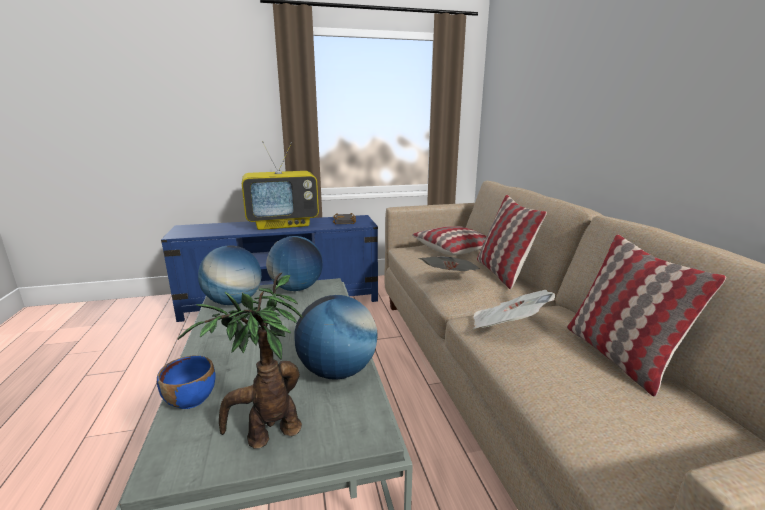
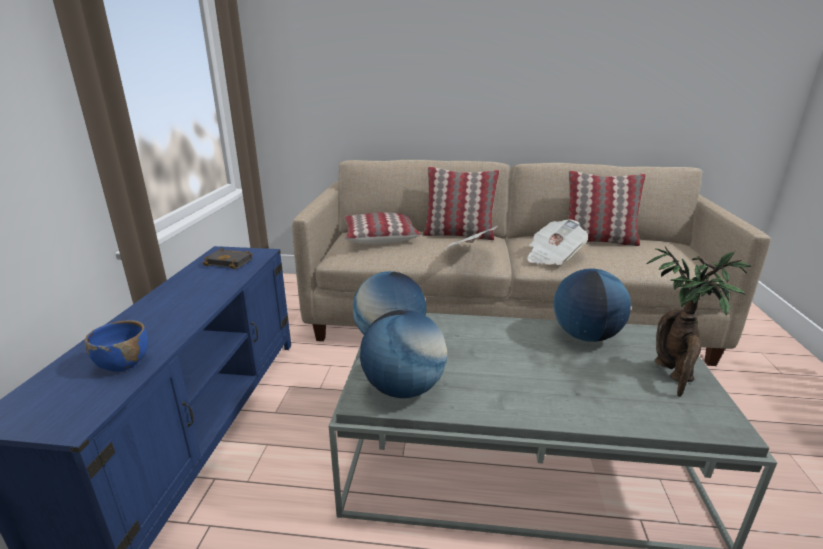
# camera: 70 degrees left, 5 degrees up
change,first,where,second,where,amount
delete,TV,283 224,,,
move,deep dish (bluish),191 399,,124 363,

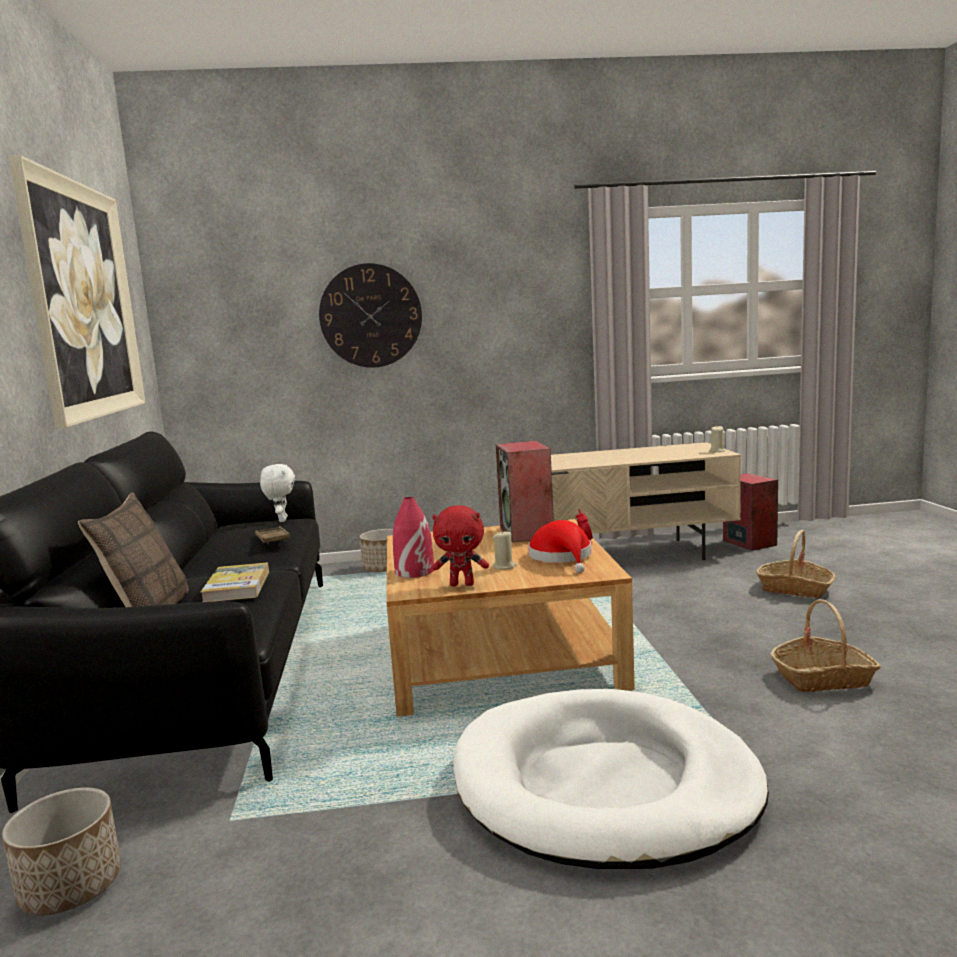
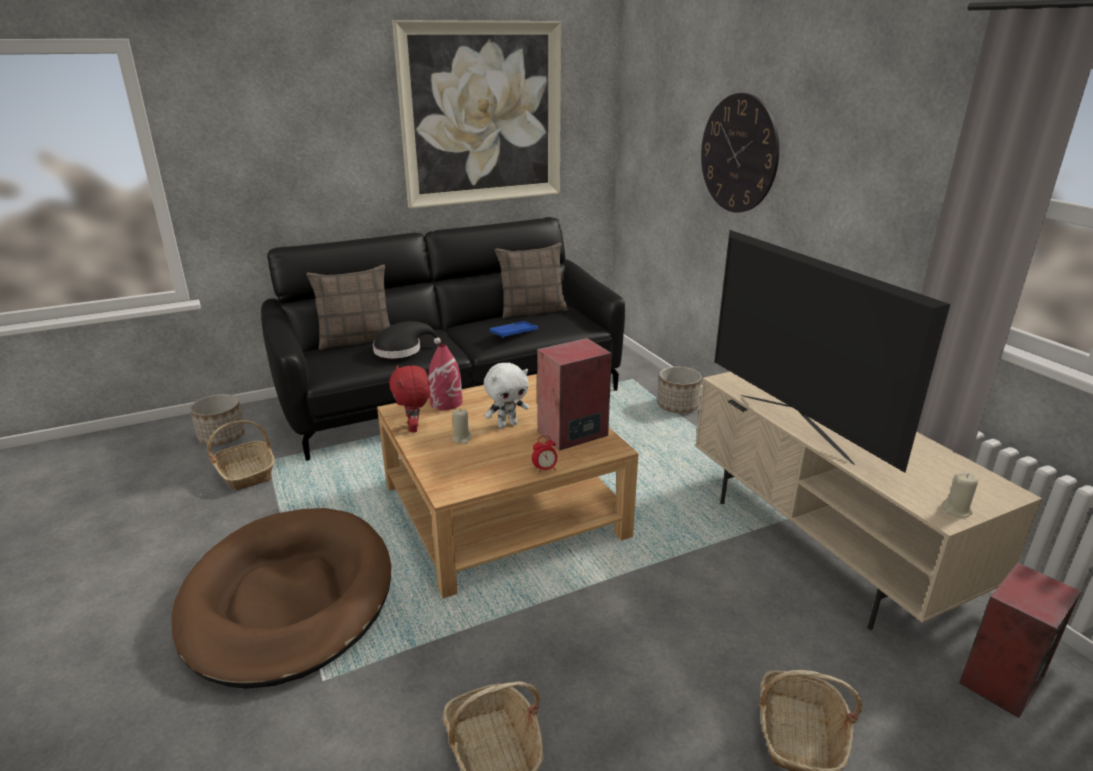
# camera: 70 degrees right, 15 degrees up
change,first,where,second,where,amount
move,plush toy (white),281 520,,507 424,
delete,clothing hat (red-coloured),562 557,,,
recolor,tray (brown-coloured),272 539,tray (bluish),513 332,
replace,bound book,237 586,clothing hat (black-coloured),401 350,
recolor,dog cushion (white),604 785,dog cushion (brown-coloured),288 599,
insert,,,TV,794 426,
insert,,,pillow,532 311,
insert,,,storage basket,246 473,

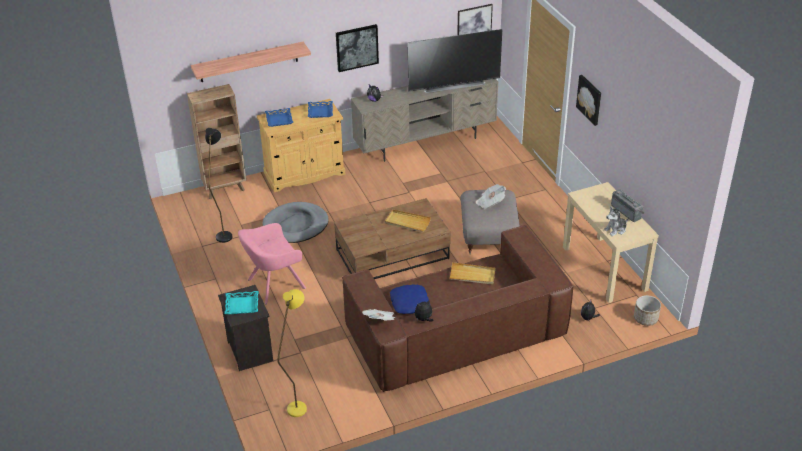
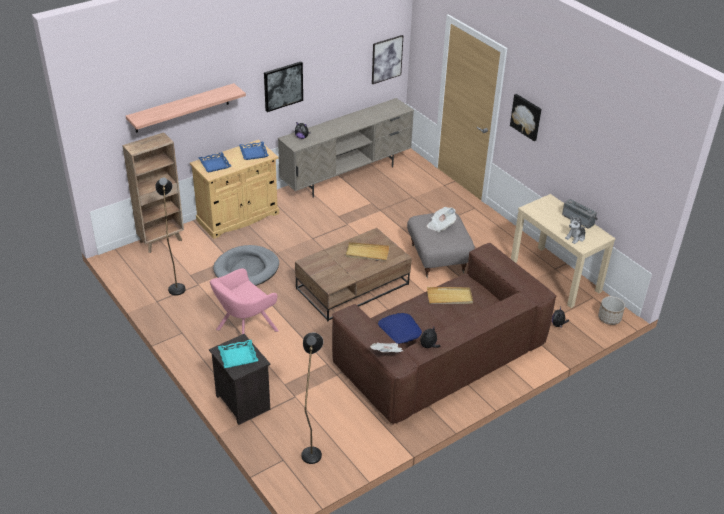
# camera: 15 degrees left, 0 degrees up
change,first,where,second,where,amount
delete,TV,453 84,,,
recolor,standard lamp (yellowish),299 404,standard lamp (black-coloured),312 449,

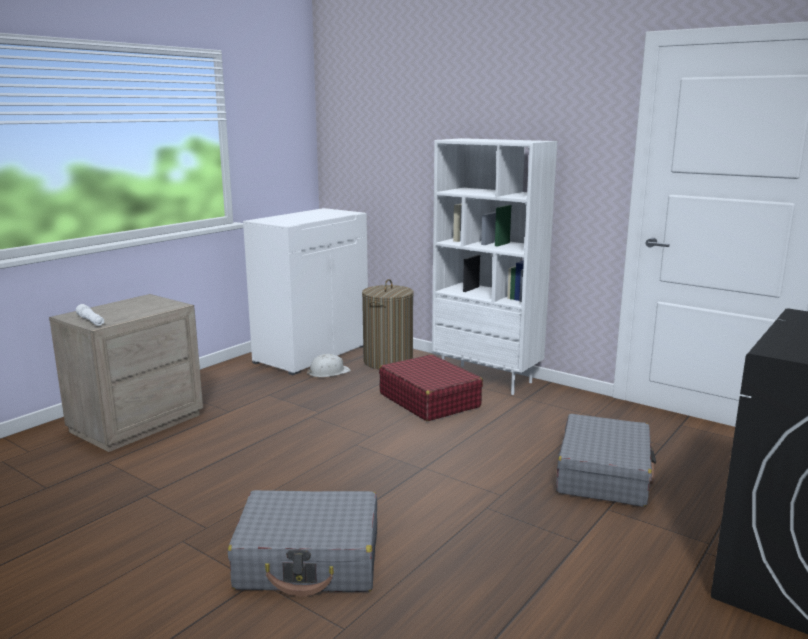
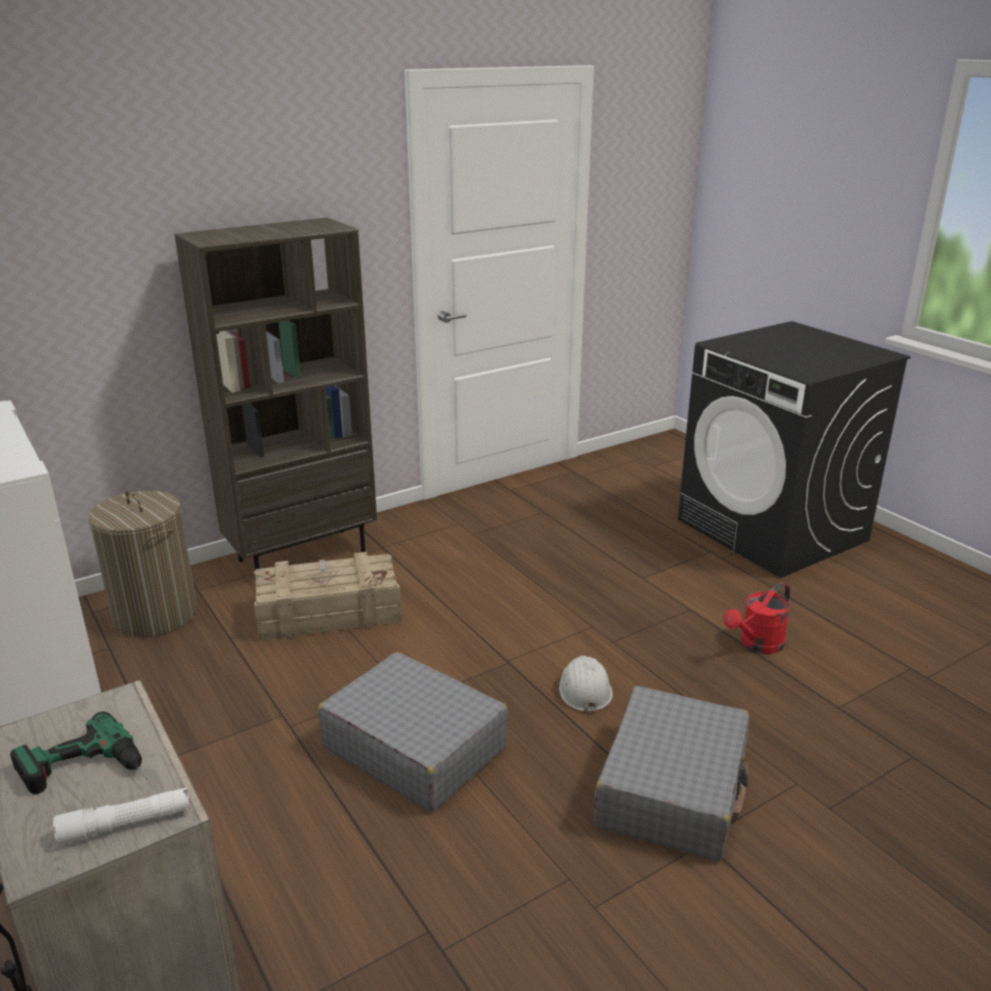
# camera: 70 degrees left, 10 degrees up
change,first,where,second,where,amount
recolor,bookshelf (white),487 379,bookshelf (brown-coloured),303 555,
move,safety helmet (white),328 372,,584 689,
replace,travel case (red-coloured),429 400,packing crate,328 613,
move,travel case (greyish),603 474,,414 747,
insert,,,watering pot (red-coloured),757 645,
insert,,,power drill,87 774,

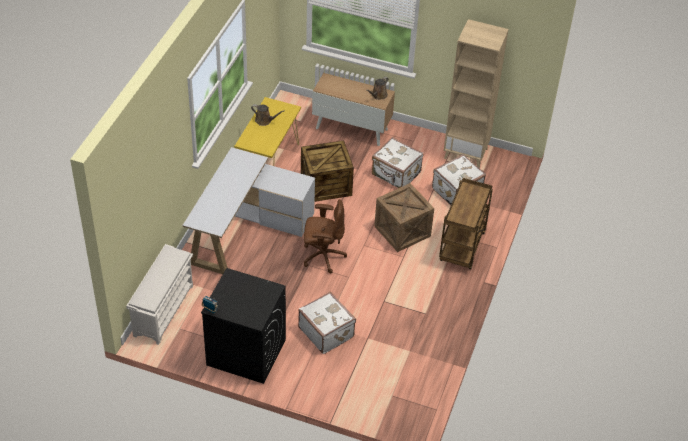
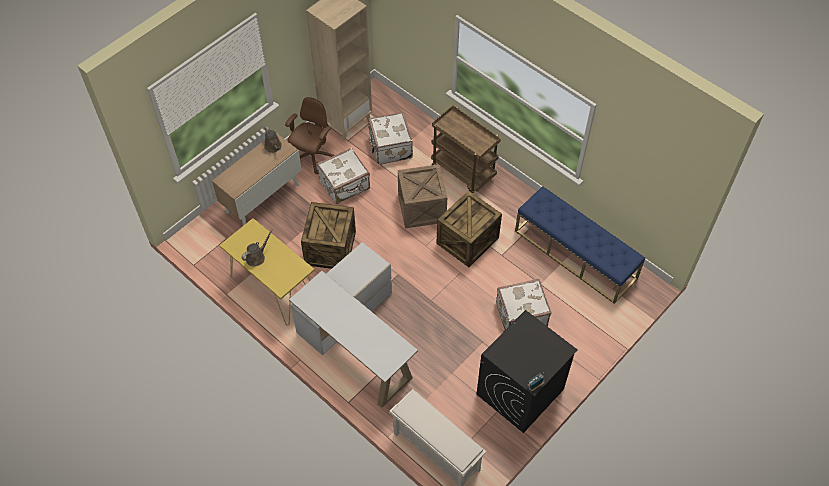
# camera: 65 degrees left, 10 degrees up
change,first,where,second,where,amount
move,office chair (brown-coloured),323 256,,312 157,
insert,,,bench (bluish),575 254,
insert,,,packing crate,468 241,

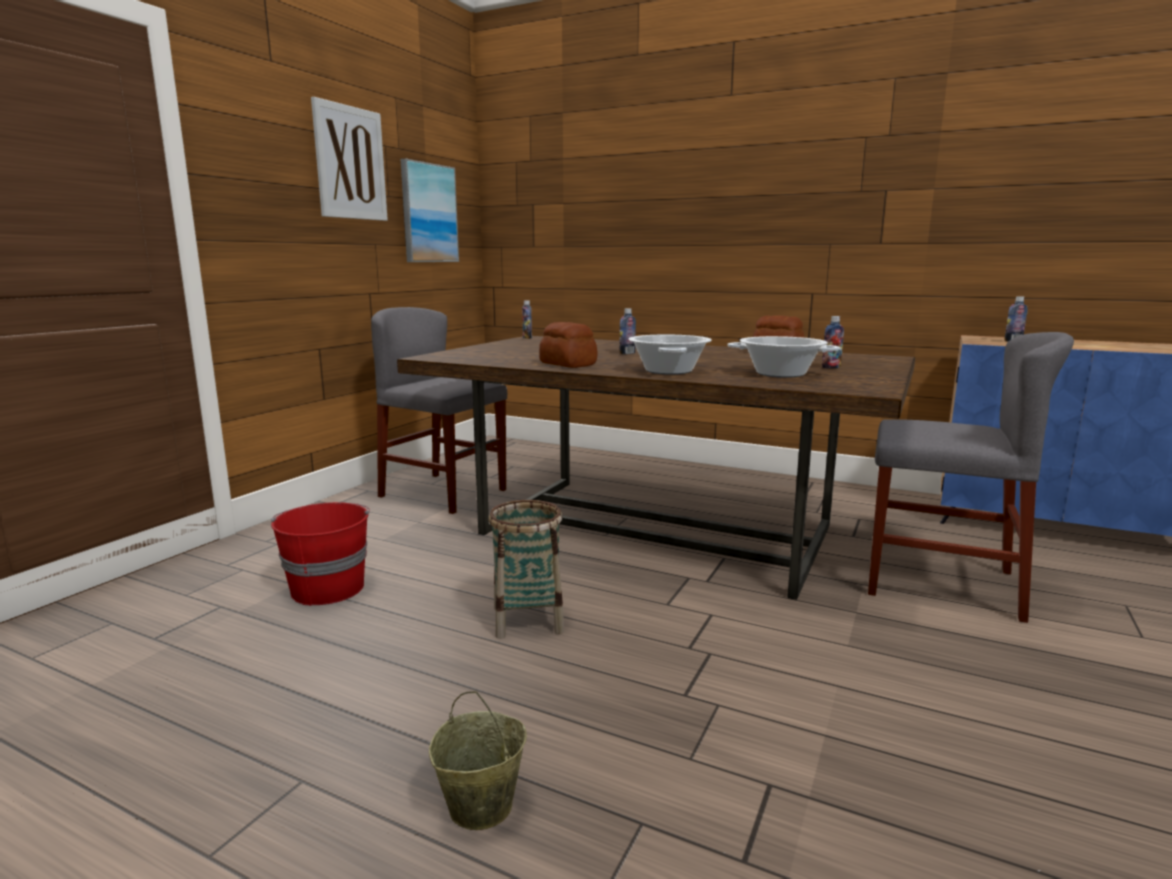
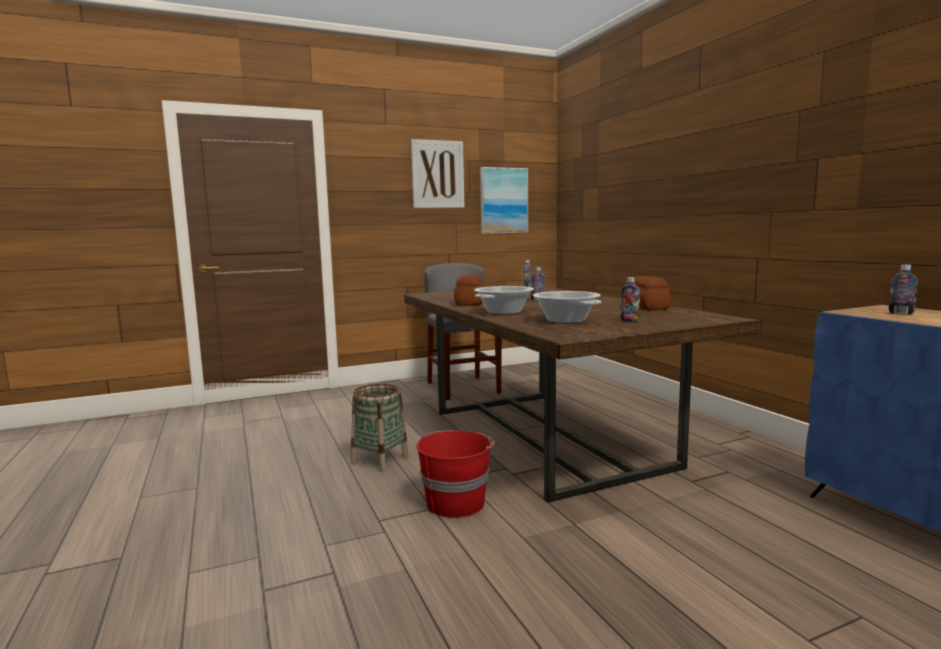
# camera: 40 degrees right, 5 degrees down
change,first,where,second,where,amount
delete,plain chair (greyish),940 583,,,
move,bucket (red-coloured),327 588,,456 502,
delete,bucket (sand-coloured),479 806,,,

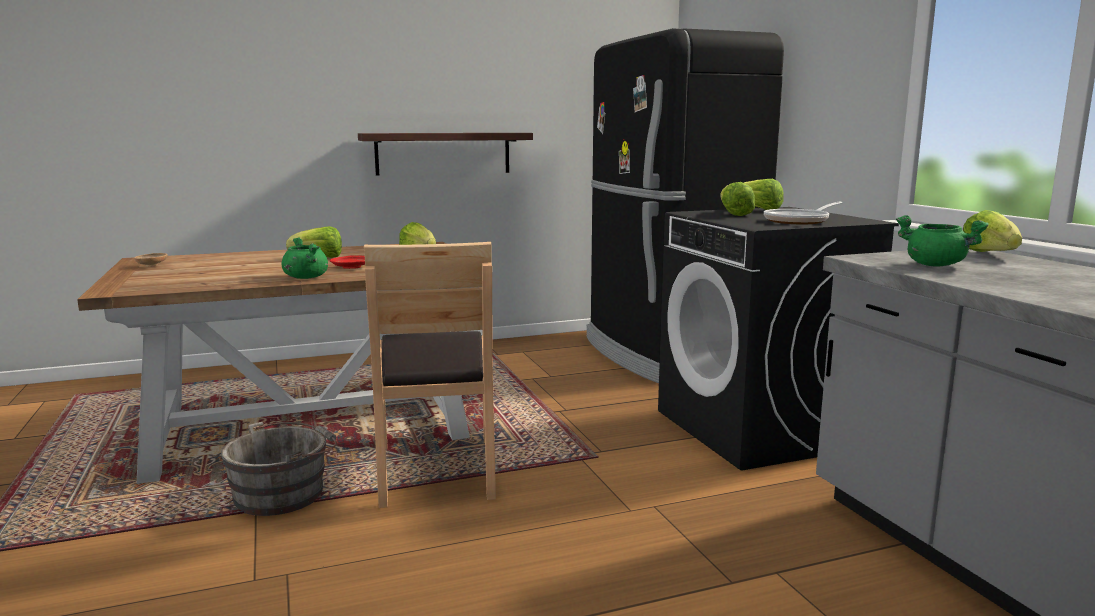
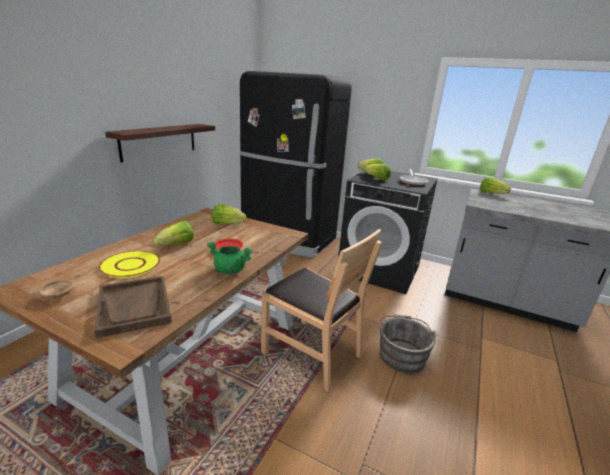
# camera: 45 degrees left, 10 degrees up
change,first,where,second,where,amount
delete,cooking pot (green-coloured),936 265,,,
move,bucket (greyish),284 493,,401 354,
insert,,,flat dish (yellowish),130 265,
insert,,,tray (brown-coloured),134 306,

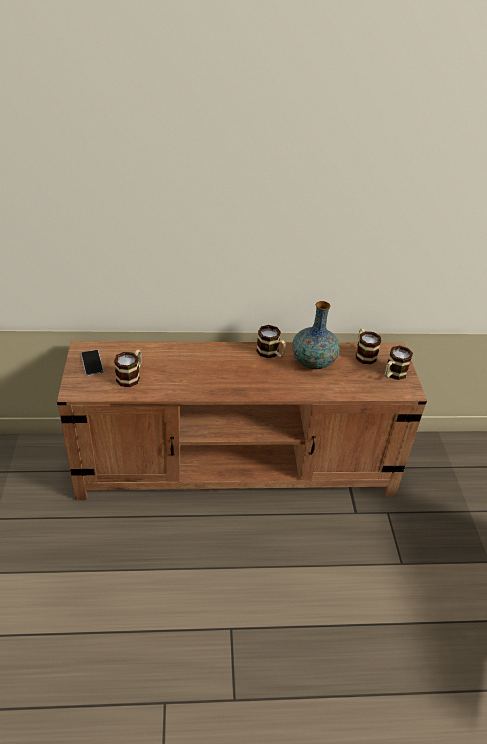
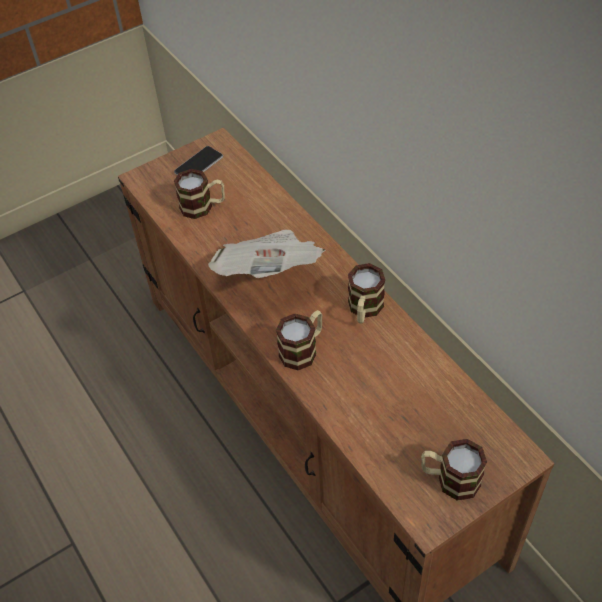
# camera: 65 degrees right, 10 degrees up
change,first,where,second,where,amount
delete,vase,313 362,,,
move,tea mug,363 354,,303 349,
insert,,,daily paper,270 273,

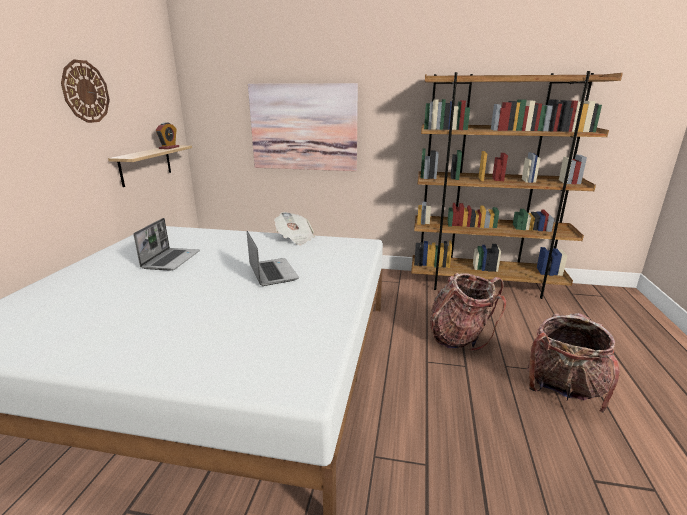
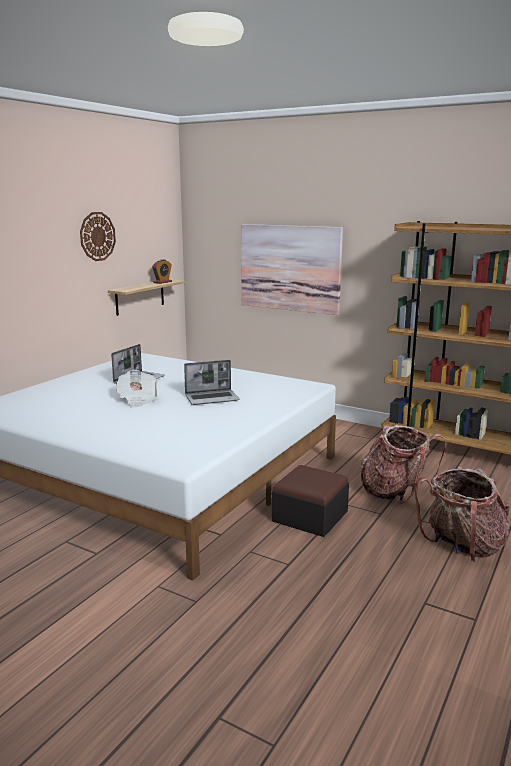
# camera: 20 degrees right, 5 degrees down
change,first,where,second,where,amount
move,daily paper,295 238,,137 400,
rotate,portable computer,272 273,,212 398,75 degrees clockwise
insert,,,pouffe,310 516,

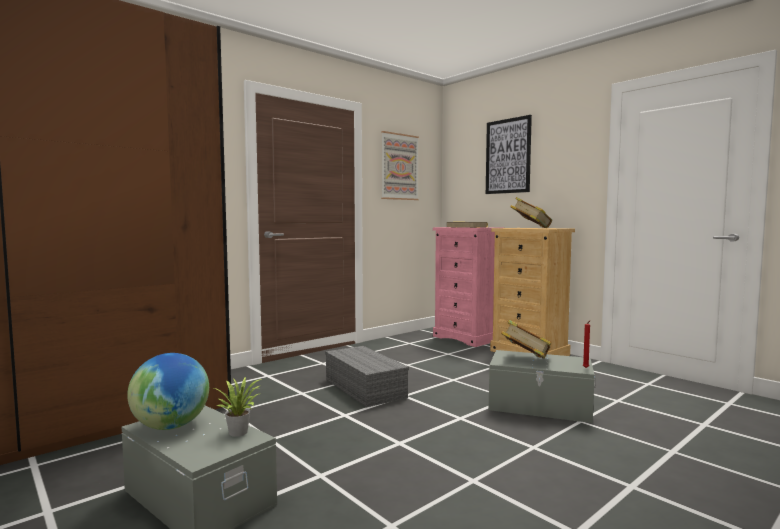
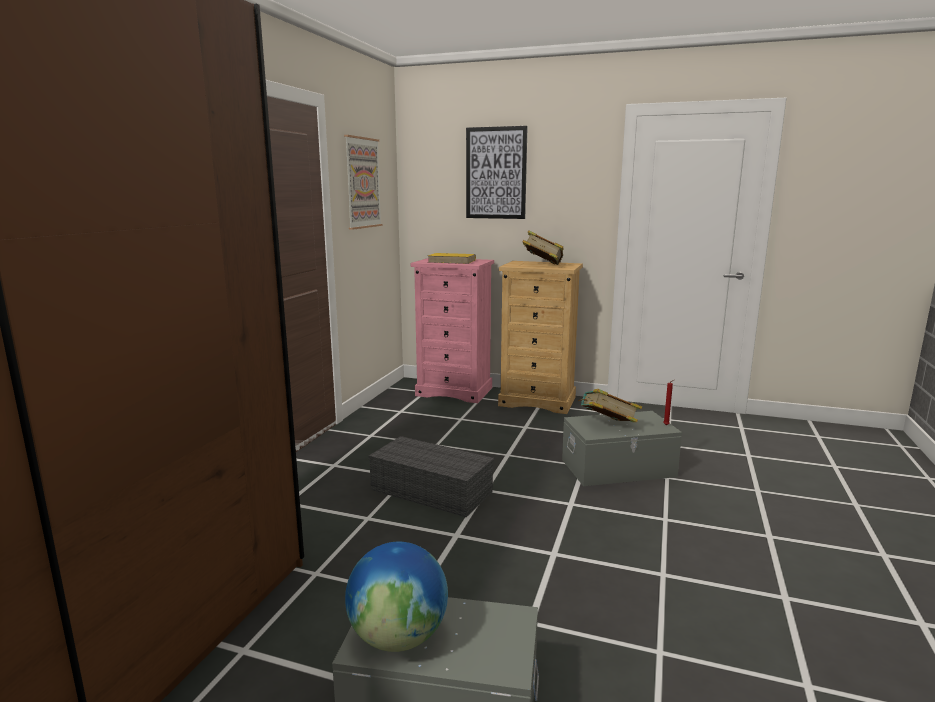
# camera: 30 degrees left, 10 degrees up
change,first,where,second,where,amount
delete,potted plant,239 431,,,

